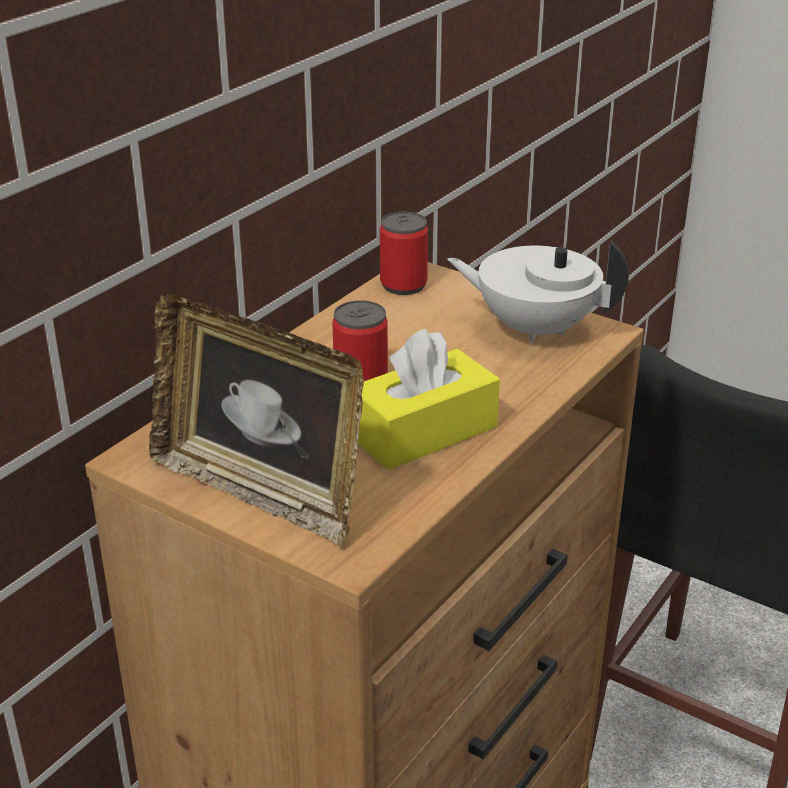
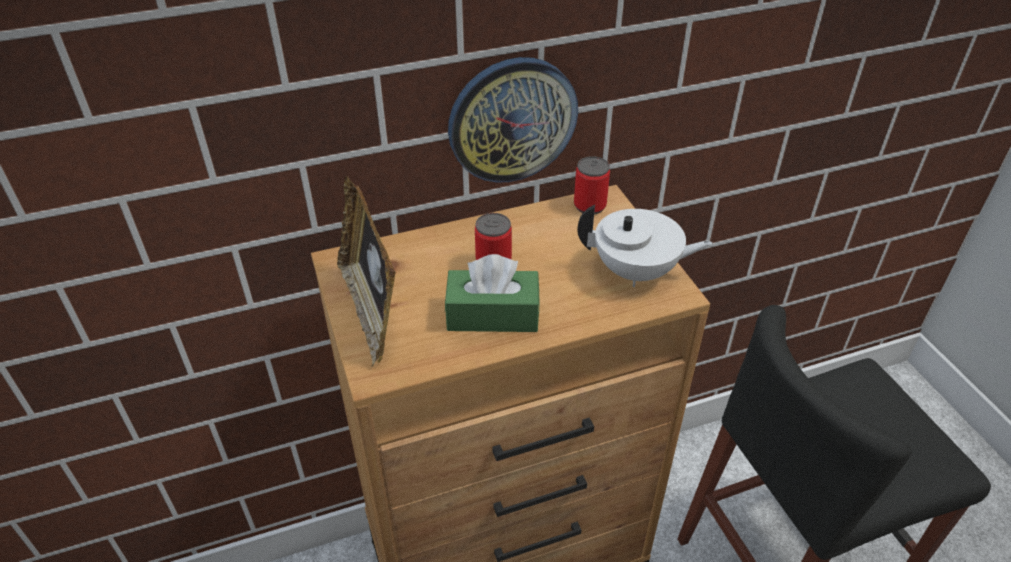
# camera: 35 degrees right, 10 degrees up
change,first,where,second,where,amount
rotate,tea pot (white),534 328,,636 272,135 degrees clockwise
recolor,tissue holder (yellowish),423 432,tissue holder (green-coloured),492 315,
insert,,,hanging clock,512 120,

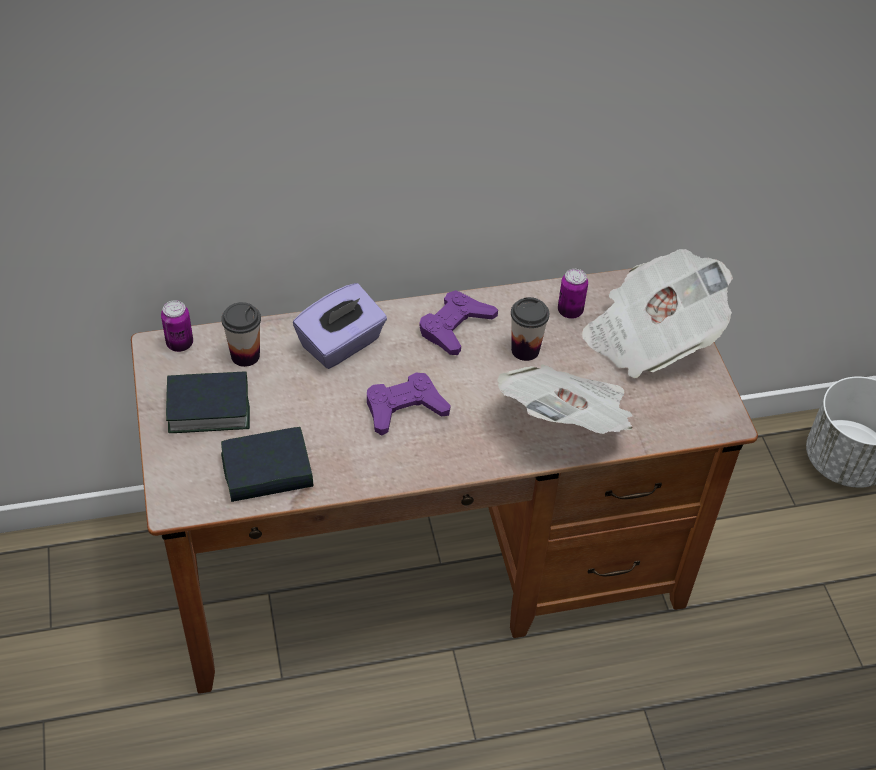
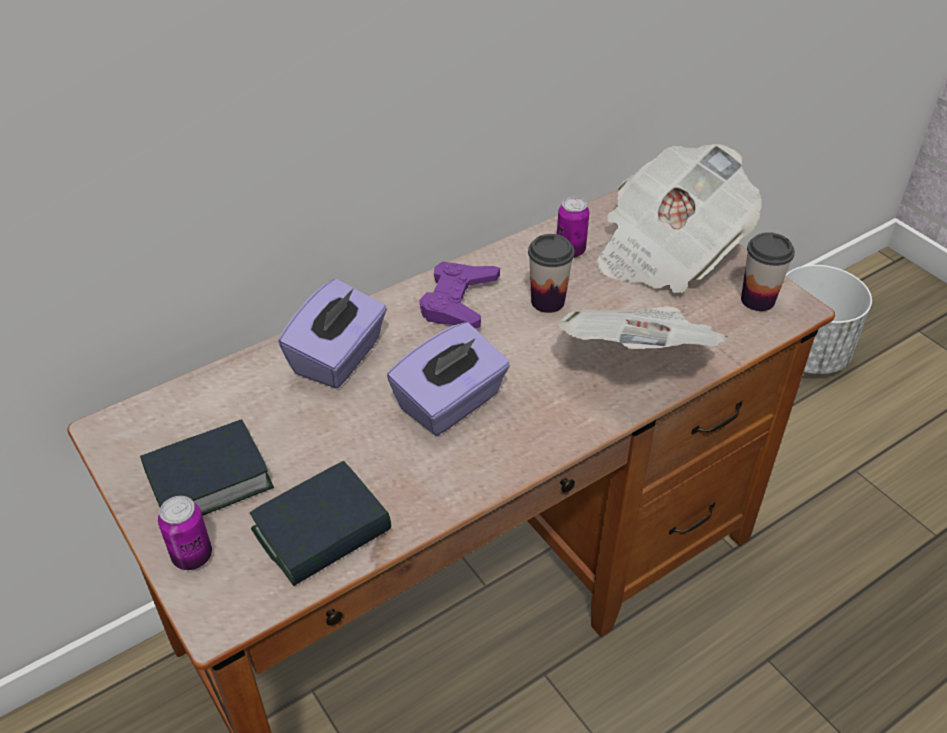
# camera: 20 degrees left, 5 degrees down
change,first,where,second,where,amount
move,sealed can,180 344,,192 556,
move,drinking cup,245 355,,757 300,
replace,joypad (purplish),404 408,tissue holder (purplish),450 403,

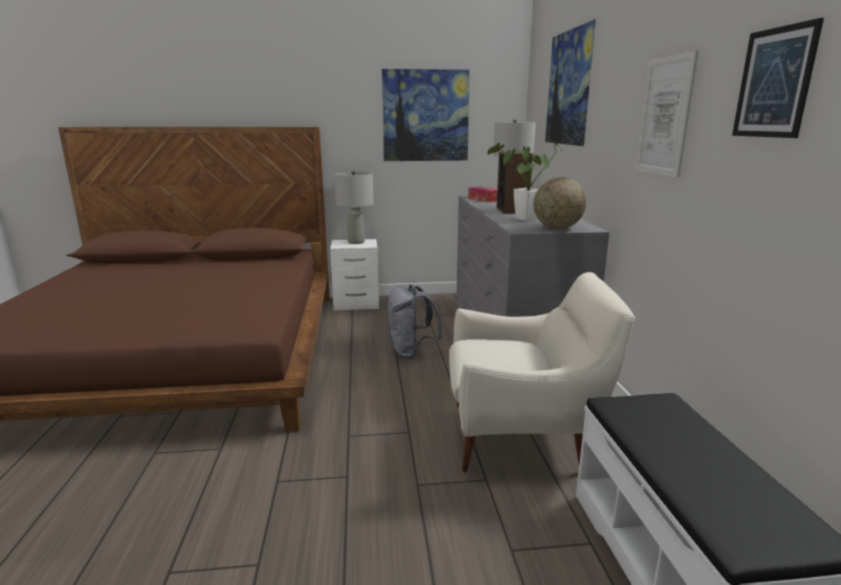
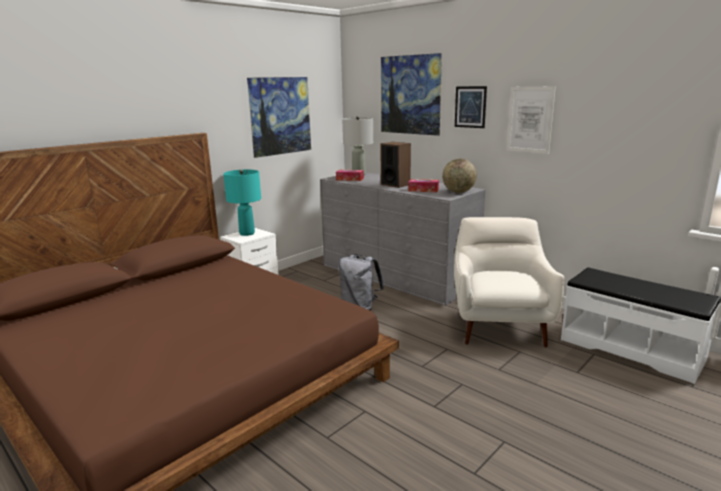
# camera: 40 degrees left, 0 degrees up
change,first,where,second,where,amount
move,picture,774 83,,470 107,
replace,potted plant,522 219,tissue holder,423 190,
recolor,tabletop lamp (greyish),356 242,tabletop lamp (turquoise),247 233,
rotate,lounge chair (white),523 436,,499 325,45 degrees counterclockwise

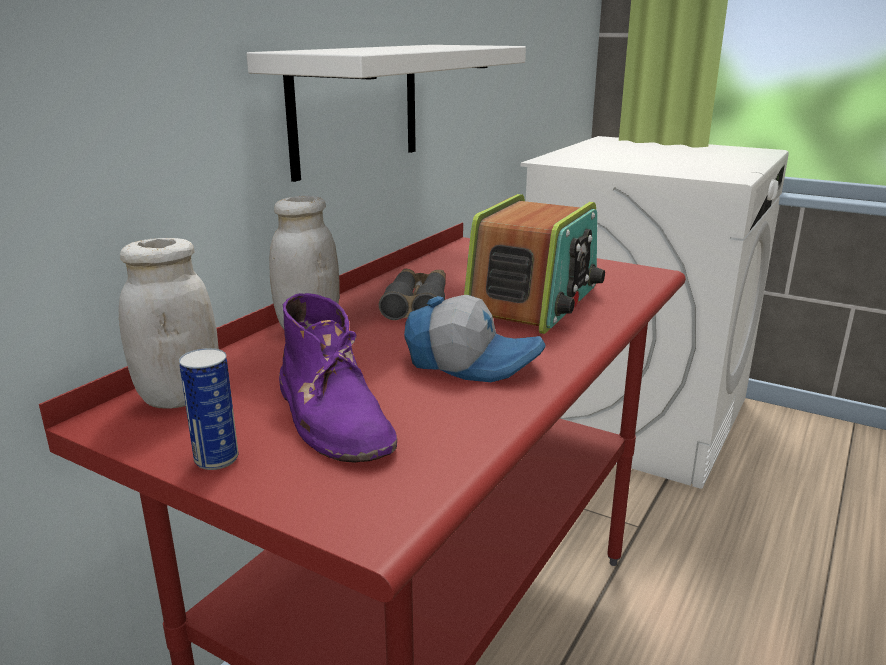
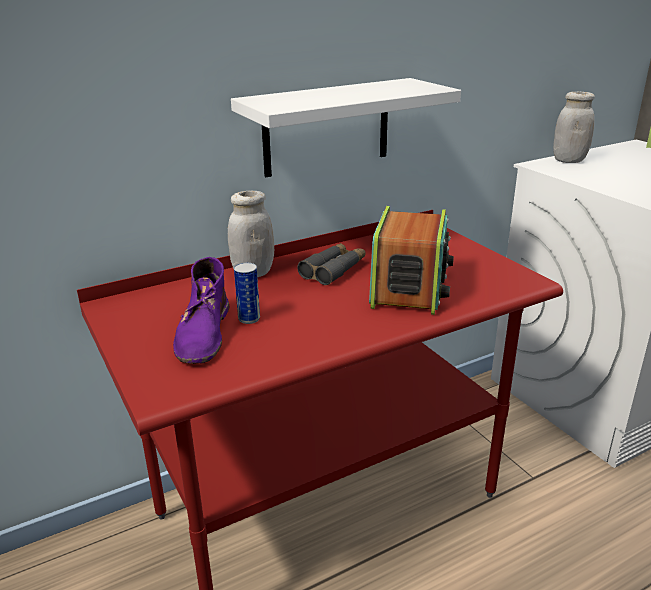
# camera: 30 degrees right, 5 degrees up
change,first,where,second,where,amount
rotate,radio,534 302,,410 286,45 degrees counterclockwise
move,storage jar (white),179 397,,569 160,
delete,cap,472 362,,,
move,sealed can,216 459,,249 319,

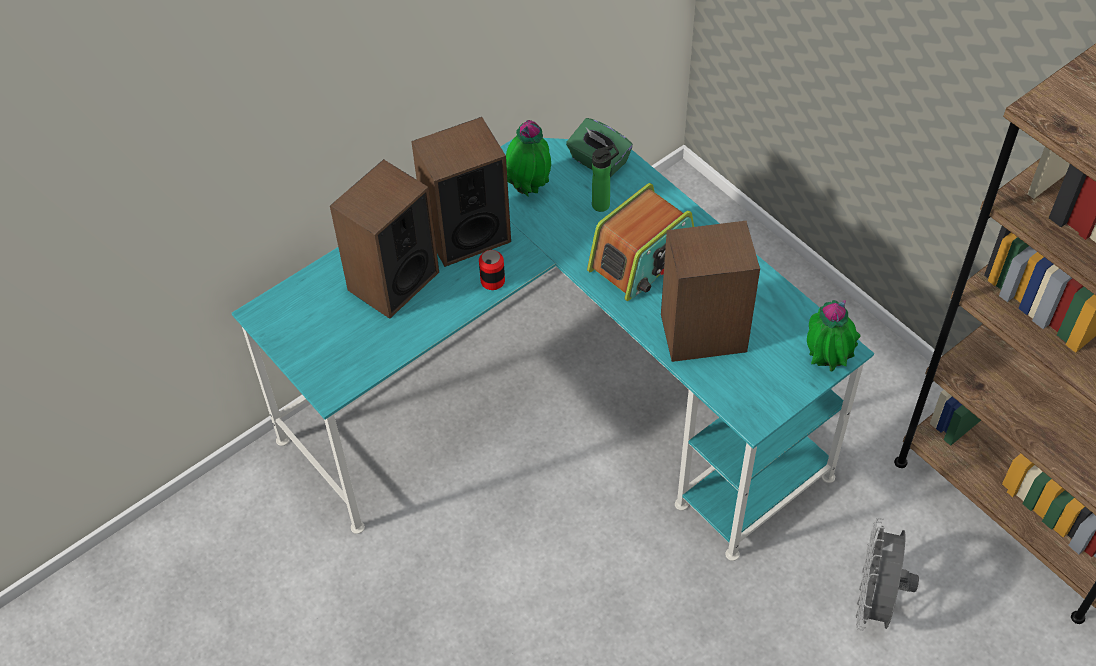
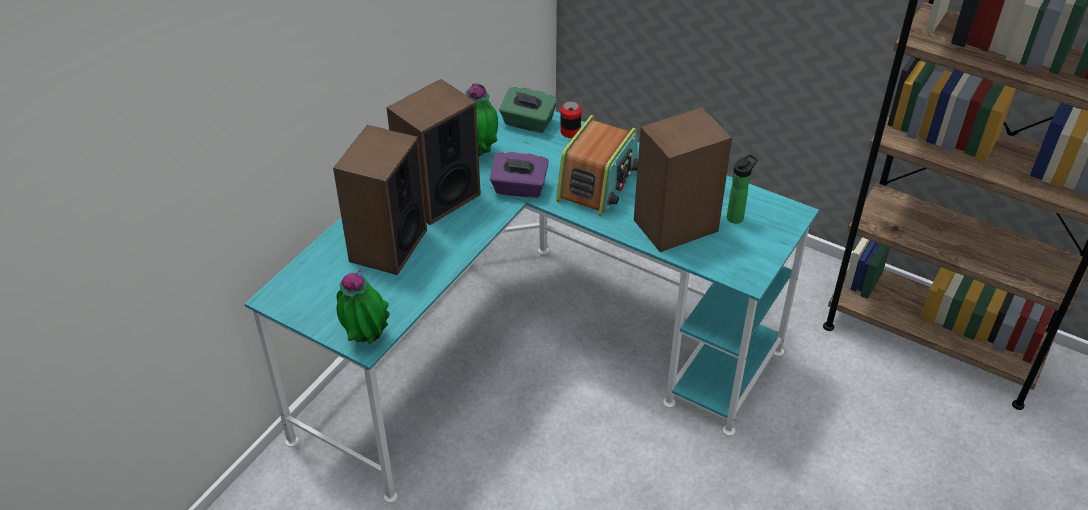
# camera: 20 degrees left, 10 degrees down
change,first,where,second,where,amount
move,drink bottle,603 204,,737 216,
move,sealed can,492 281,,570 132,
move,potted plant,825 361,,365 339,
delete,cooling fan (greyish),875 602,,,
insert,,,tissue holder (purplish),519 188,

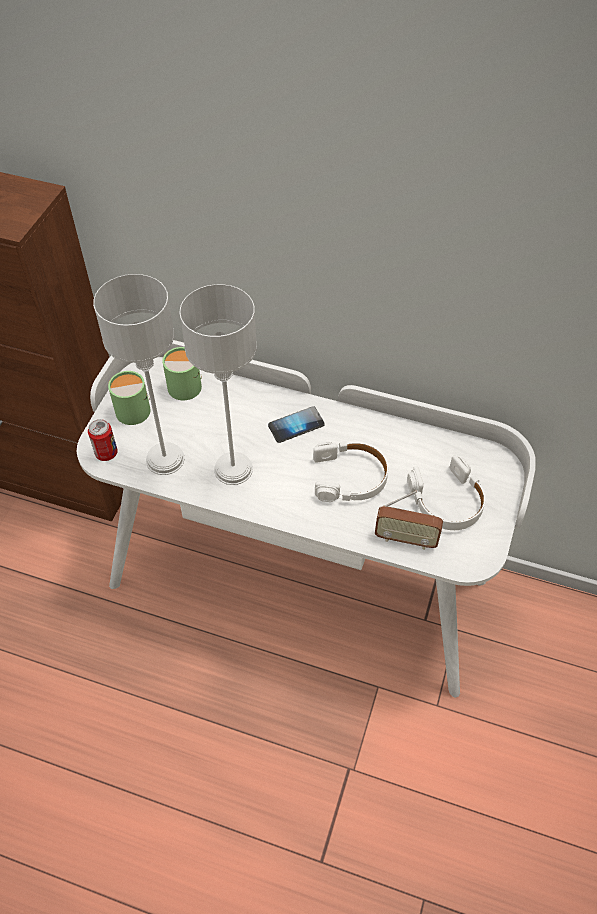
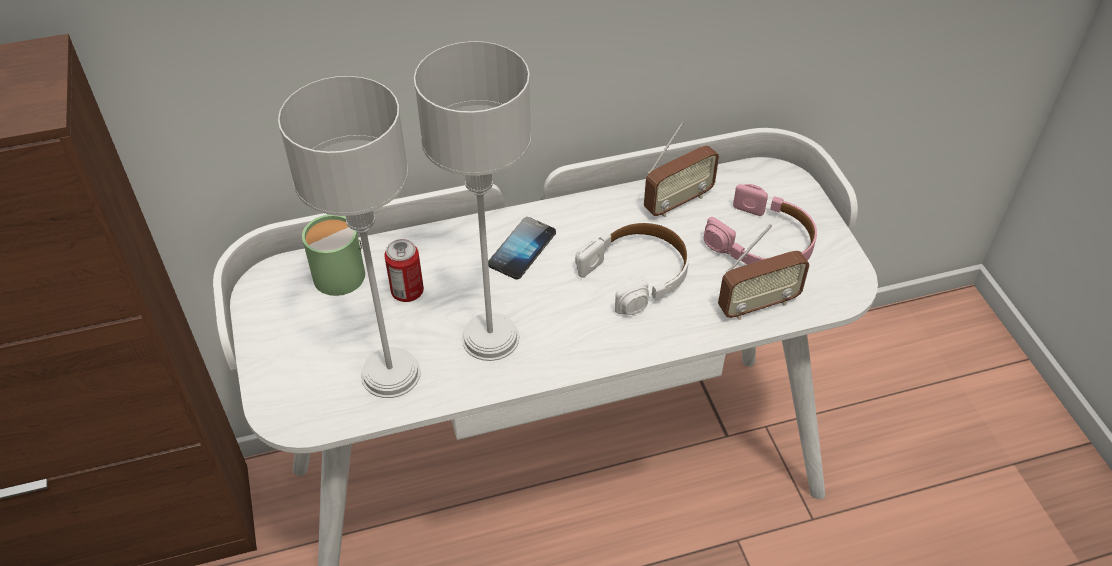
# camera: 35 degrees left, 5 degrees down
change,first,where,second,where,amount
delete,tea mug (green-coloured),133 408,,,
move,sealed can,106 453,,407 292,
recolor,pair of headphones (white),447 501,pair of headphones (pink-coloured),762 242,
insert,,,radio,677 202,

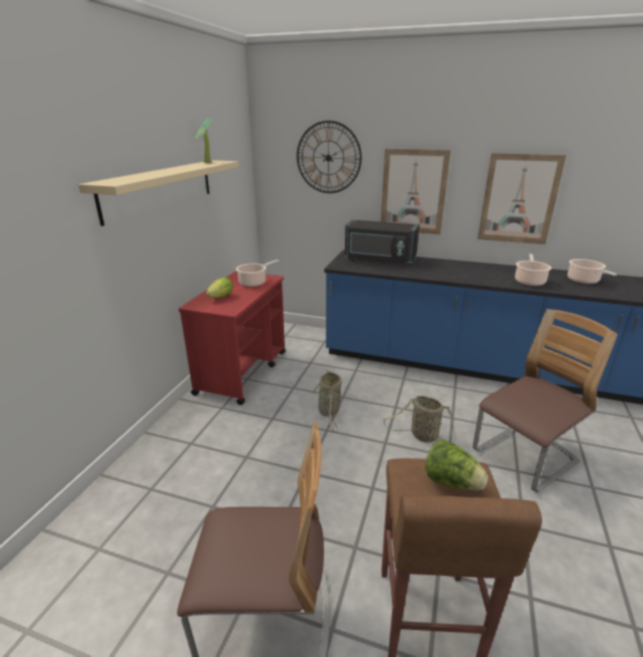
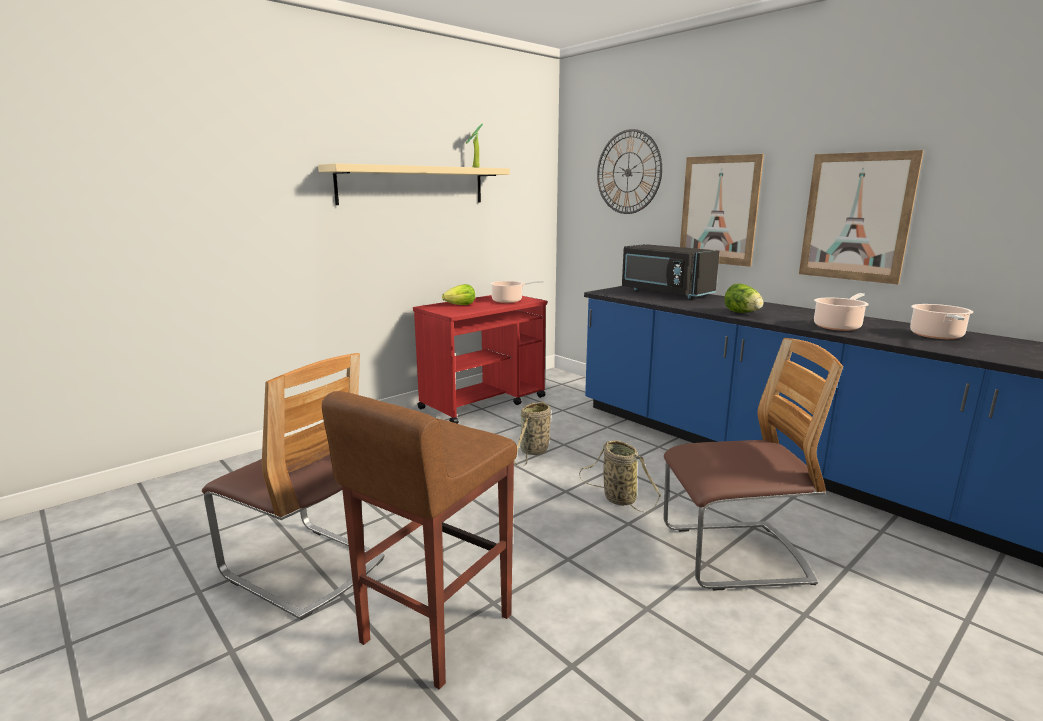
# camera: 30 degrees right, 10 degrees down
change,first,where,second,where,amount
move,head of lettuce,451 482,,742 313,

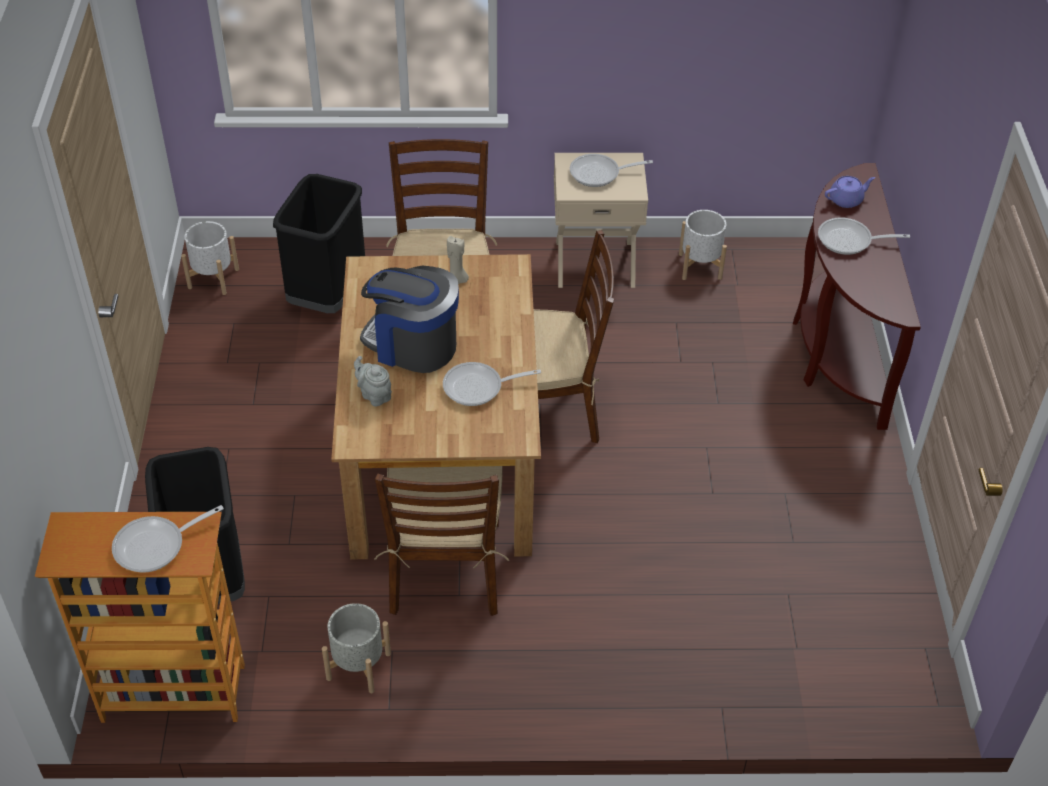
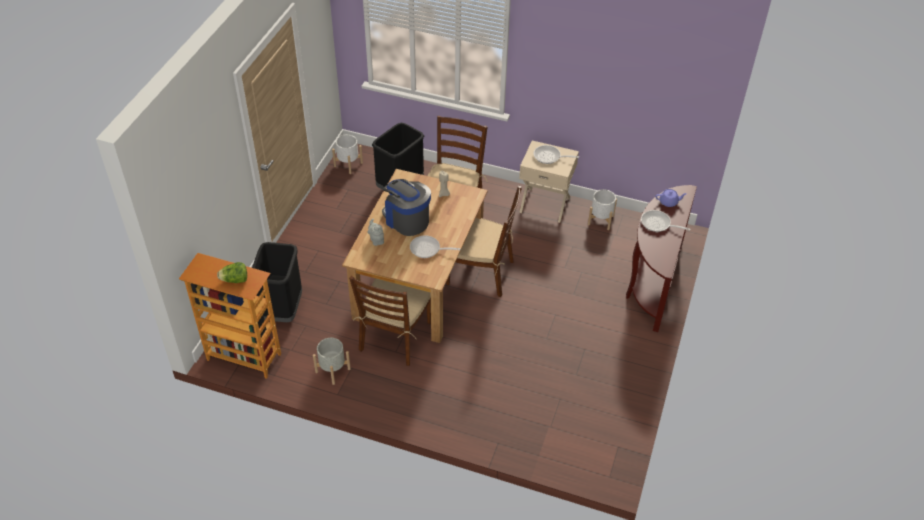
# camera: 20 degrees right, 0 degrees up
change,first,where,second,where,amount
replace,pan,156 546,head of lettuce,235 280,

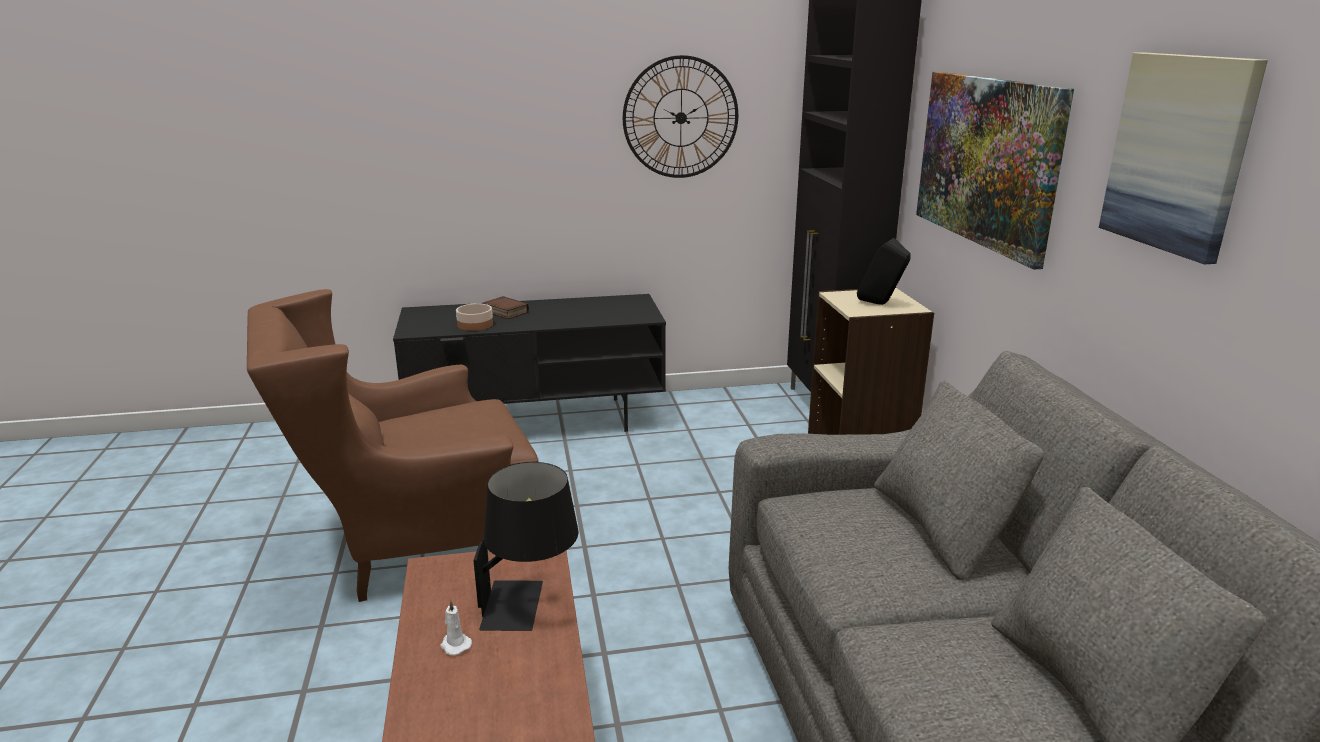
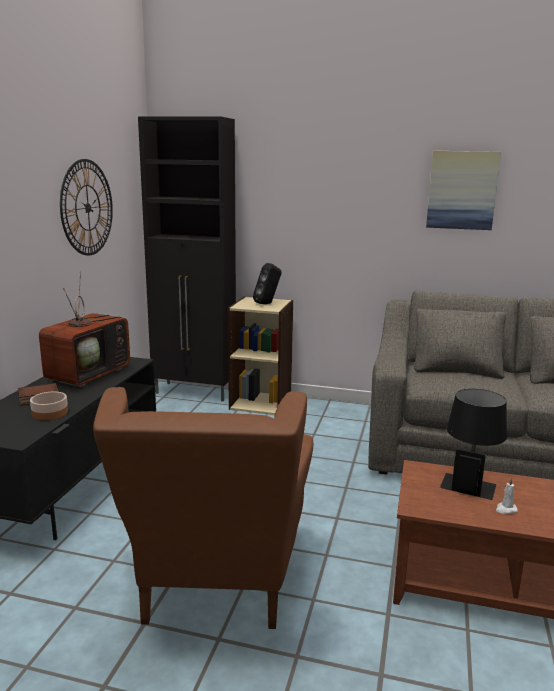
# camera: 65 degrees left, 5 degrees down
change,first,where,second,where,amount
delete,picture,987 161,,,
insert,,,TV,88 374,

